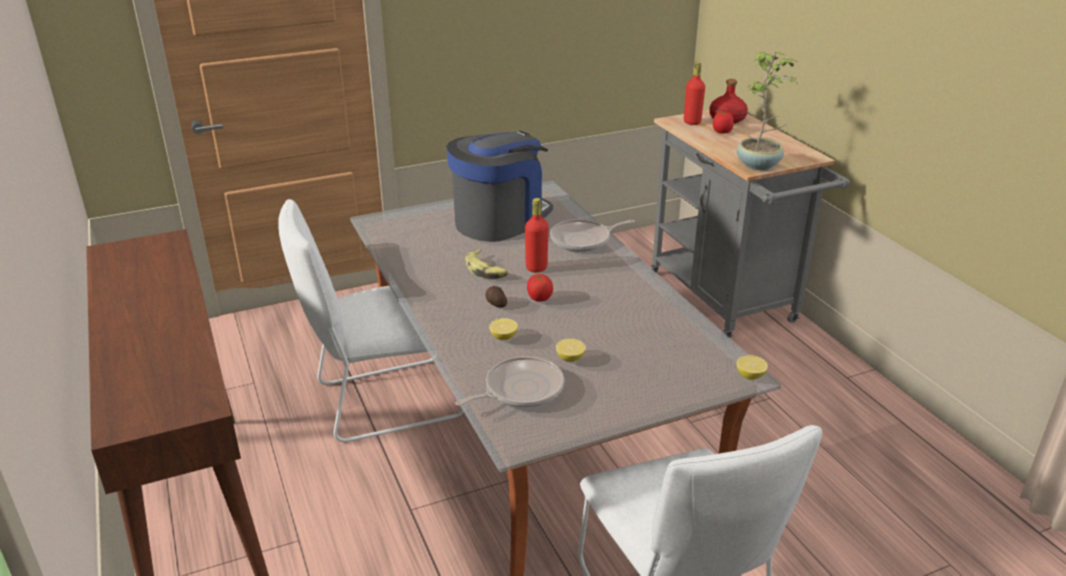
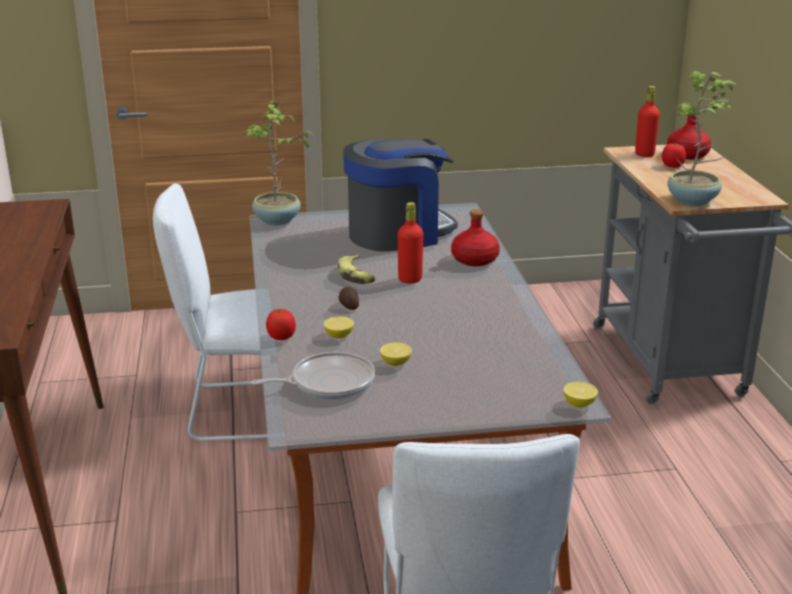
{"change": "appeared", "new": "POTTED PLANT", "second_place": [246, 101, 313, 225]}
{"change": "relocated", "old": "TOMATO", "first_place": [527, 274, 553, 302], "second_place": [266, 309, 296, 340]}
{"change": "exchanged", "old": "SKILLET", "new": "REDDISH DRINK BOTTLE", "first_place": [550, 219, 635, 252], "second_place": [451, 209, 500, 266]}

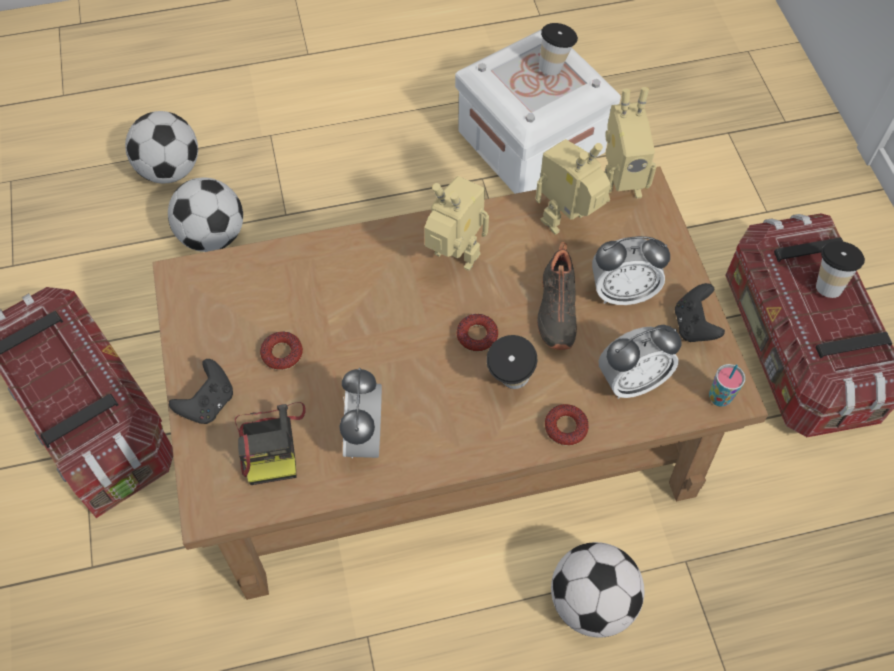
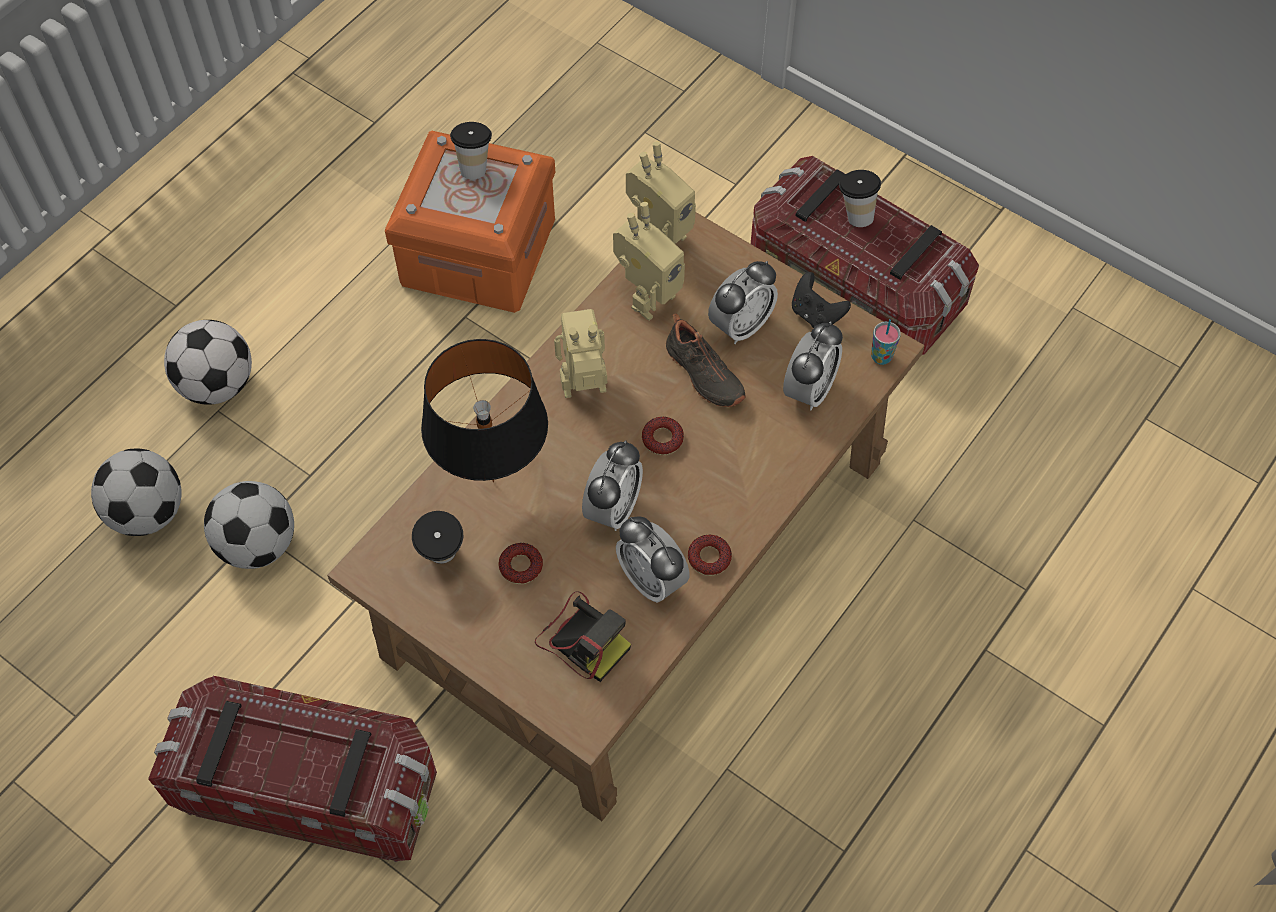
{"change": "relocated", "old": "BALL FOR FOOTBALL", "first_place": [551, 542, 644, 638], "second_place": [164, 320, 252, 405]}
{"change": "colour", "old": "WHITE-COLOURED STORAGE BIN", "new": "ORANGE STORAGE BIN", "first_place": [455, 29, 621, 194], "second_place": [385, 131, 555, 313]}
{"change": "relocated", "old": "DRINKING CUP", "first_place": [486, 335, 537, 389], "second_place": [412, 511, 463, 564]}
{"change": "appeared", "new": "BLACK-COLOURED TABLE LAMP", "second_place": [421, 339, 548, 483]}
{"change": "appeared", "new": "ALARM CLOCK", "second_place": [582, 440, 643, 531]}
{"change": "spun", "old": "TOY ROBOT", "first_place": [535, 139, 611, 235], "second_place": [613, 202, 685, 321], "degrees": -150}
{"change": "relocated", "old": "DONUT", "first_place": [545, 404, 589, 446], "second_place": [688, 534, 732, 576]}
{"change": "missing", "old": "BLACK-COLOURED GAME CONTROLLER", "first_place": [169, 359, 233, 424]}

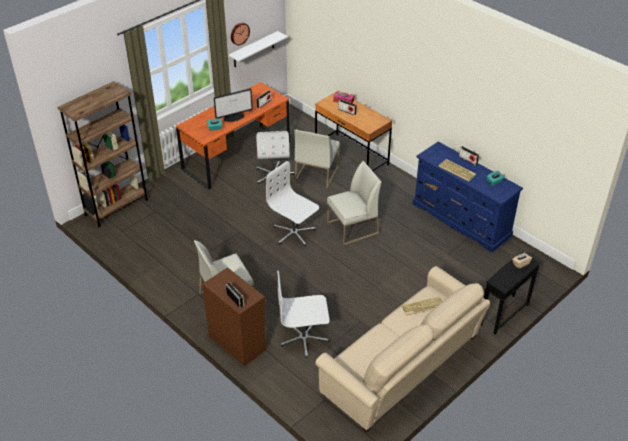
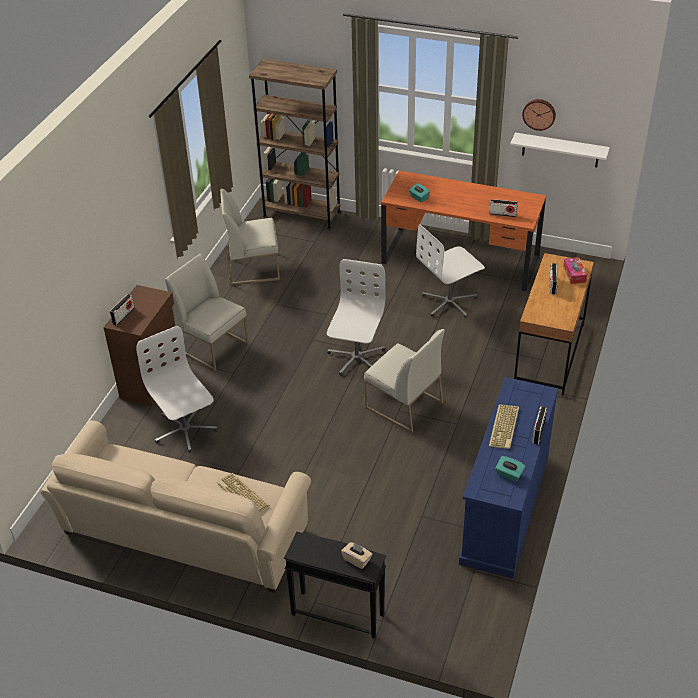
{"change": "relocated", "old": "WHITE-COLOURED CHAIR", "first_place": [295, 129, 340, 189], "second_place": [220, 189, 280, 285]}
{"change": "missing", "old": "MONITOR", "first_place": [214, 88, 253, 122]}

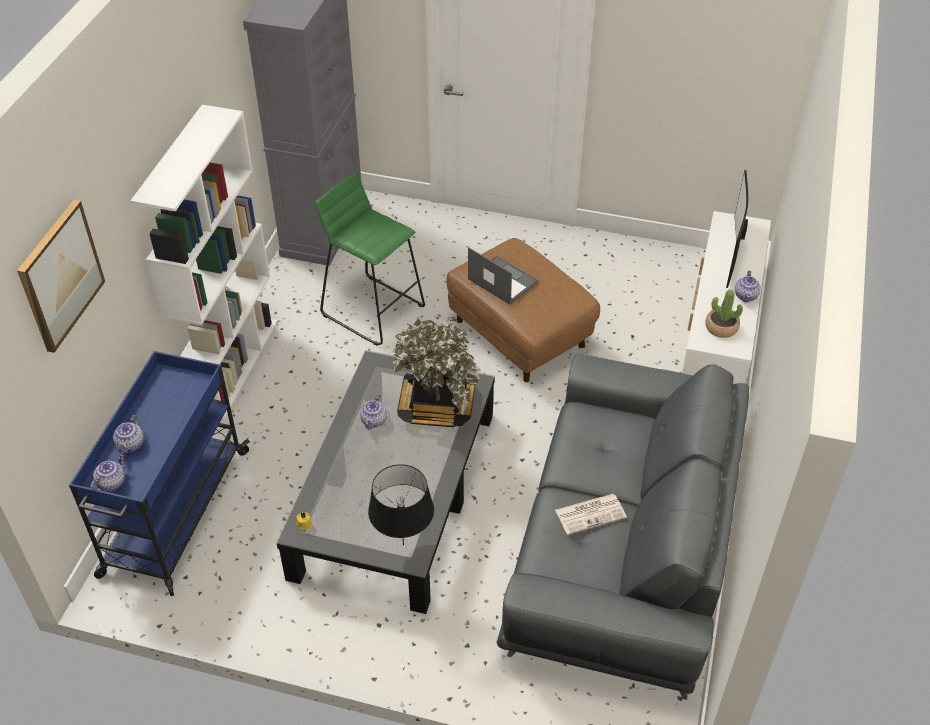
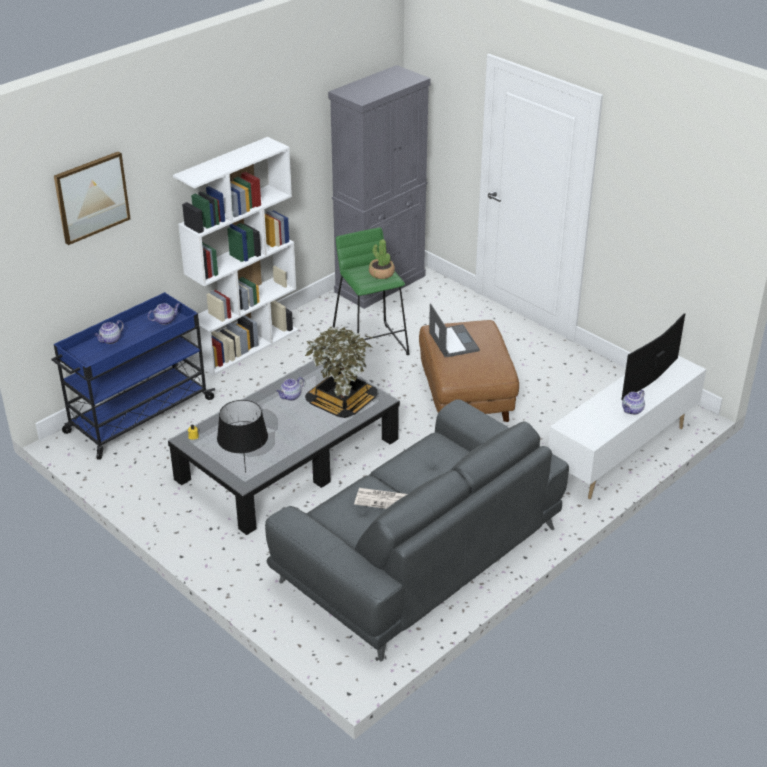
{"change": "relocated", "old": "POT FOR TEA", "first_place": [90, 453, 125, 491], "second_place": [148, 303, 180, 325]}
{"change": "relocated", "old": "POTTED PLANT", "first_place": [705, 289, 743, 338], "second_place": [369, 239, 395, 279]}

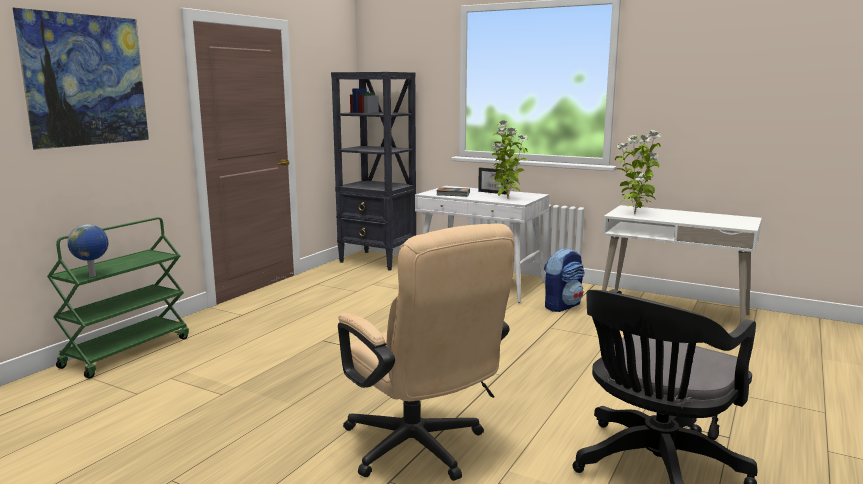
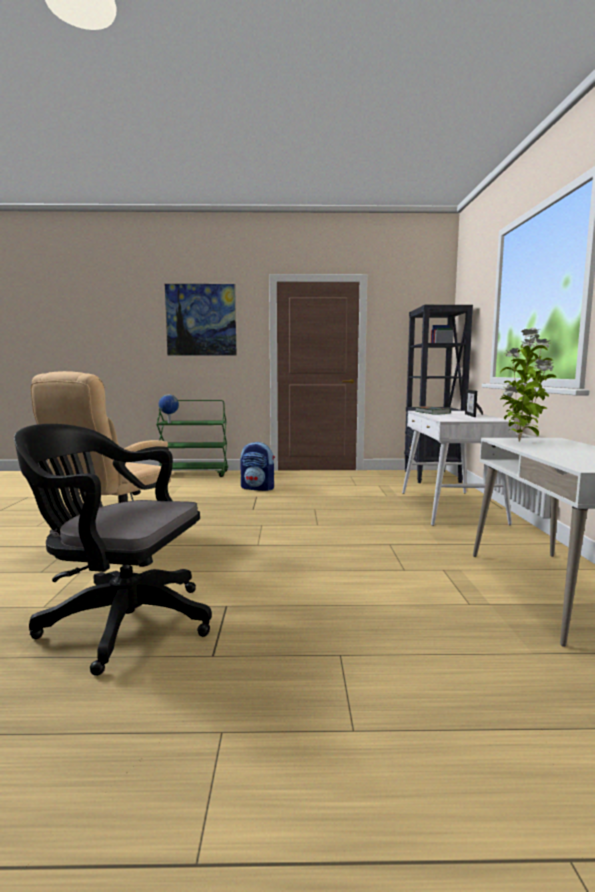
{"change": "relocated", "old": "KNAPSACK", "first_place": [544, 248, 585, 312], "second_place": [240, 442, 275, 491]}
{"change": "missing", "old": "POTTED PLANT", "first_place": [492, 120, 529, 199]}

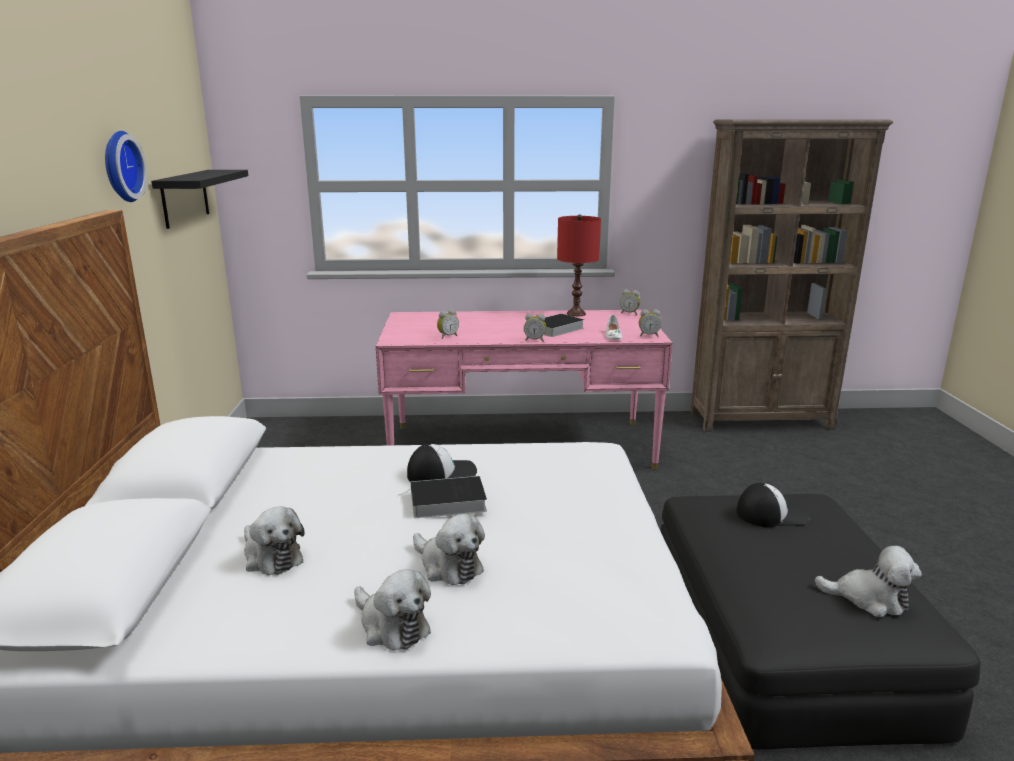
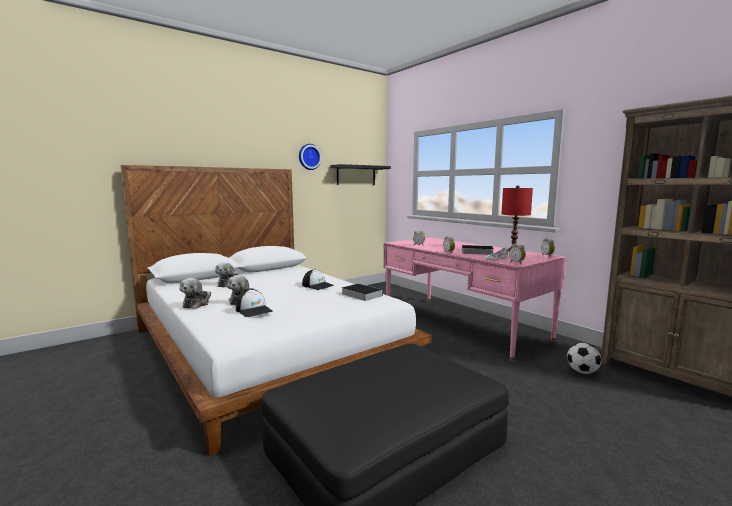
{"change": "relocated", "old": "PEAKED CAP", "first_place": [736, 483, 810, 527], "second_place": [236, 289, 273, 317]}
{"change": "relocated", "old": "VOLUME", "first_place": [399, 476, 487, 518], "second_place": [342, 283, 383, 301]}
{"change": "appeared", "new": "BALL FOR FOOTBALL", "second_place": [567, 343, 602, 374]}
{"change": "missing", "old": "CUDDLY TOY", "first_place": [815, 545, 922, 617]}

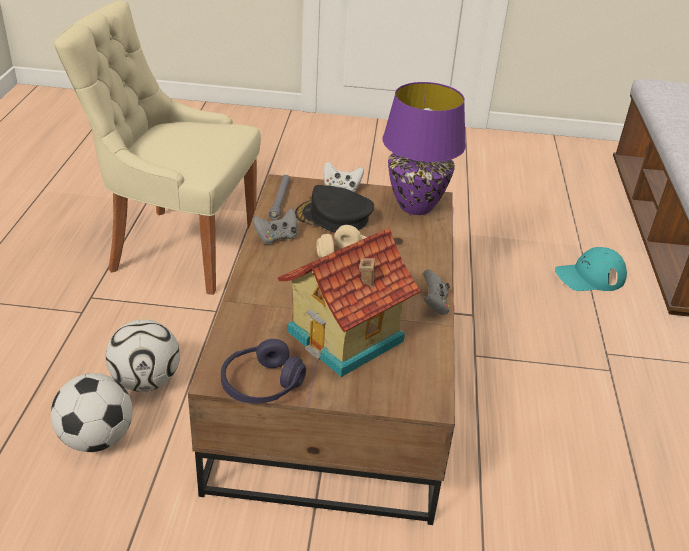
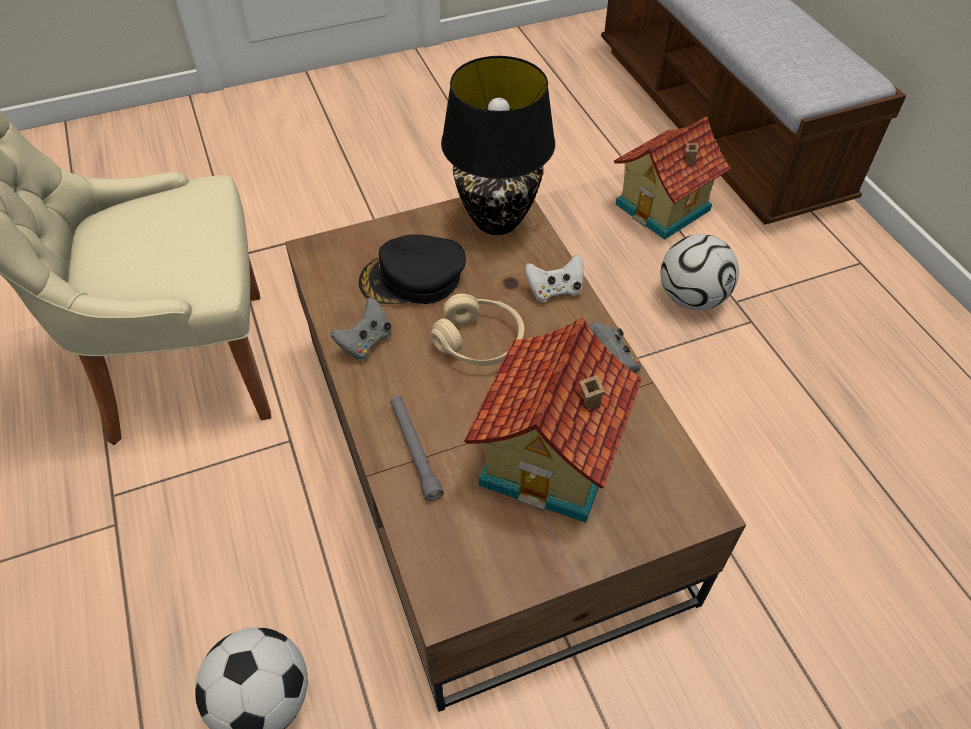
{"change": "relocated", "old": "GREY HAND TORCH", "first_place": [268, 175, 290, 220], "second_place": [390, 396, 444, 501]}
{"change": "colour", "old": "PURPLE-COLOURED TABLE LAMP", "new": "BLACK-COLOURED TABLE LAMP", "first_place": [382, 82, 466, 215], "second_place": [441, 56, 555, 235]}
{"change": "relocated", "old": "WHITE-COLOURED GAME CONTROLLER", "first_place": [324, 161, 364, 192], "second_place": [525, 254, 584, 302]}
{"change": "exchanged", "old": "TURQUOISE PEAKED CAP", "new": "TOY HOUSE", "first_place": [555, 247, 627, 291], "second_place": [614, 116, 731, 240]}
{"change": "relocated", "old": "BALL FOR FOOTBALL", "first_place": [106, 319, 180, 392], "second_place": [661, 234, 739, 310]}
{"change": "missing", "old": "PURPLE-COLOURED HEADSET", "first_place": [221, 339, 306, 404]}

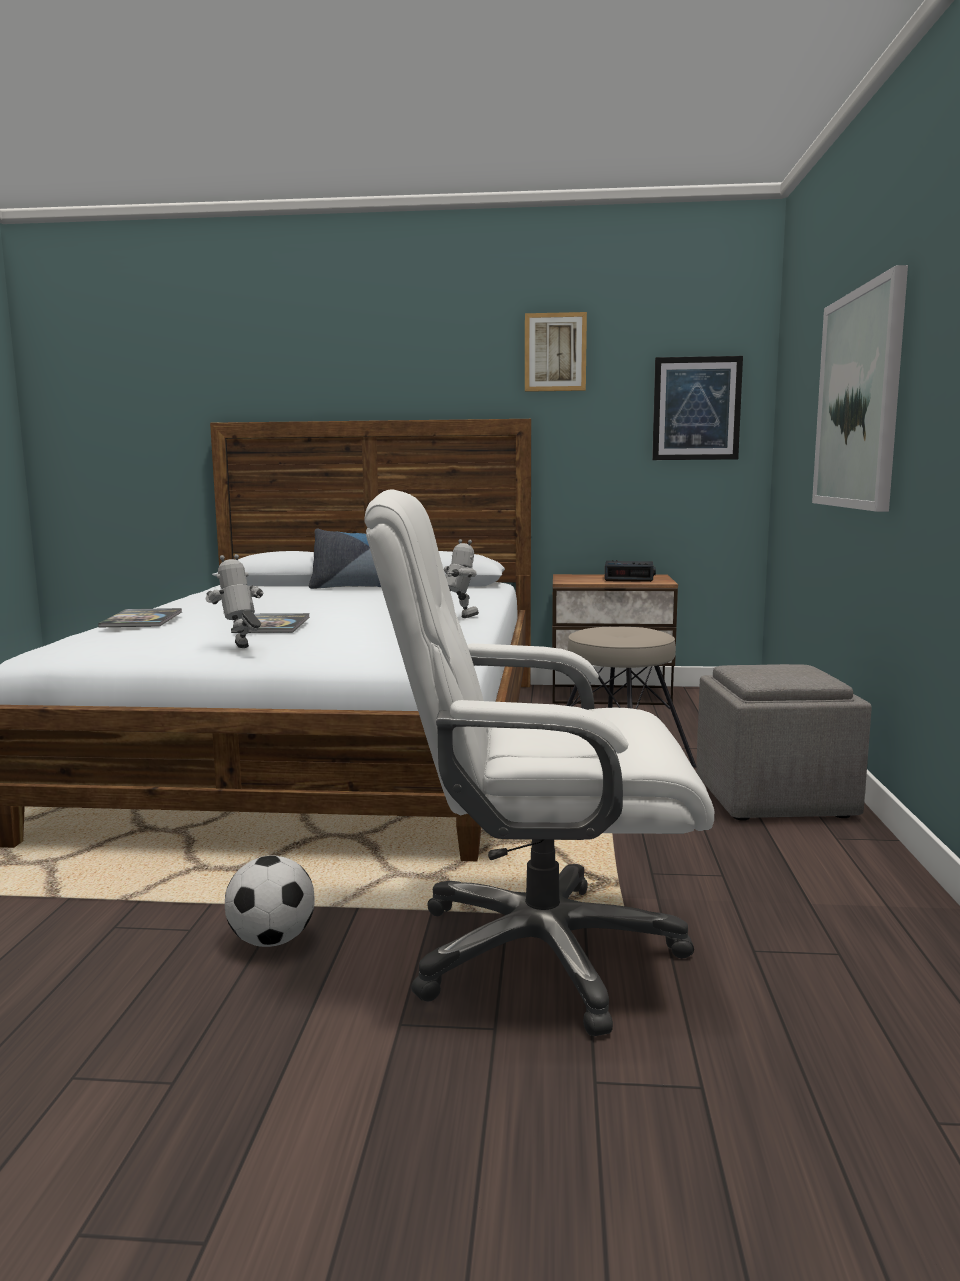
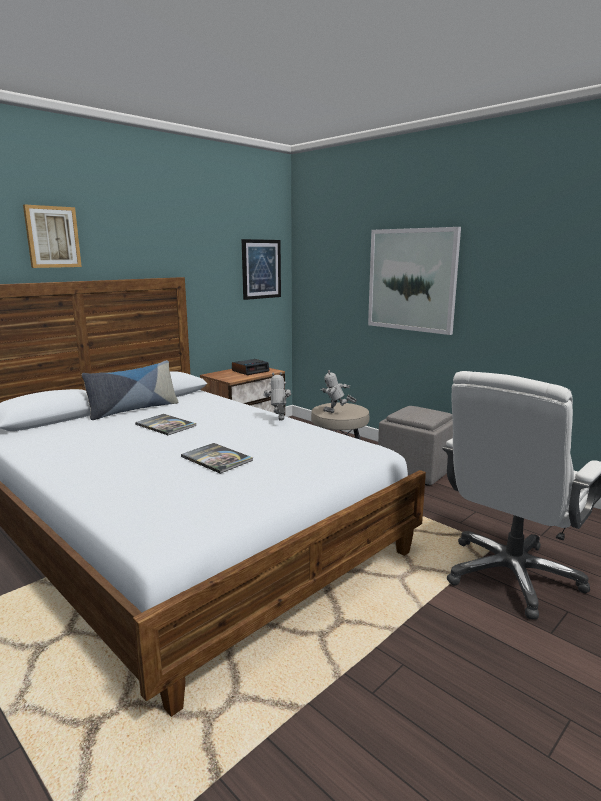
{"change": "relocated", "old": "WALL ART", "first_place": [525, 312, 587, 392], "second_place": [23, 205, 82, 268]}
{"change": "relocated", "old": "VOLUME", "first_place": [98, 608, 182, 627], "second_place": [135, 414, 196, 435]}
{"change": "relocated", "old": "TOY ROBOT", "first_place": [206, 554, 263, 648], "second_place": [321, 370, 357, 413]}
{"change": "missing", "old": "BALL FOR FOOTBALL", "first_place": [225, 856, 314, 947]}

